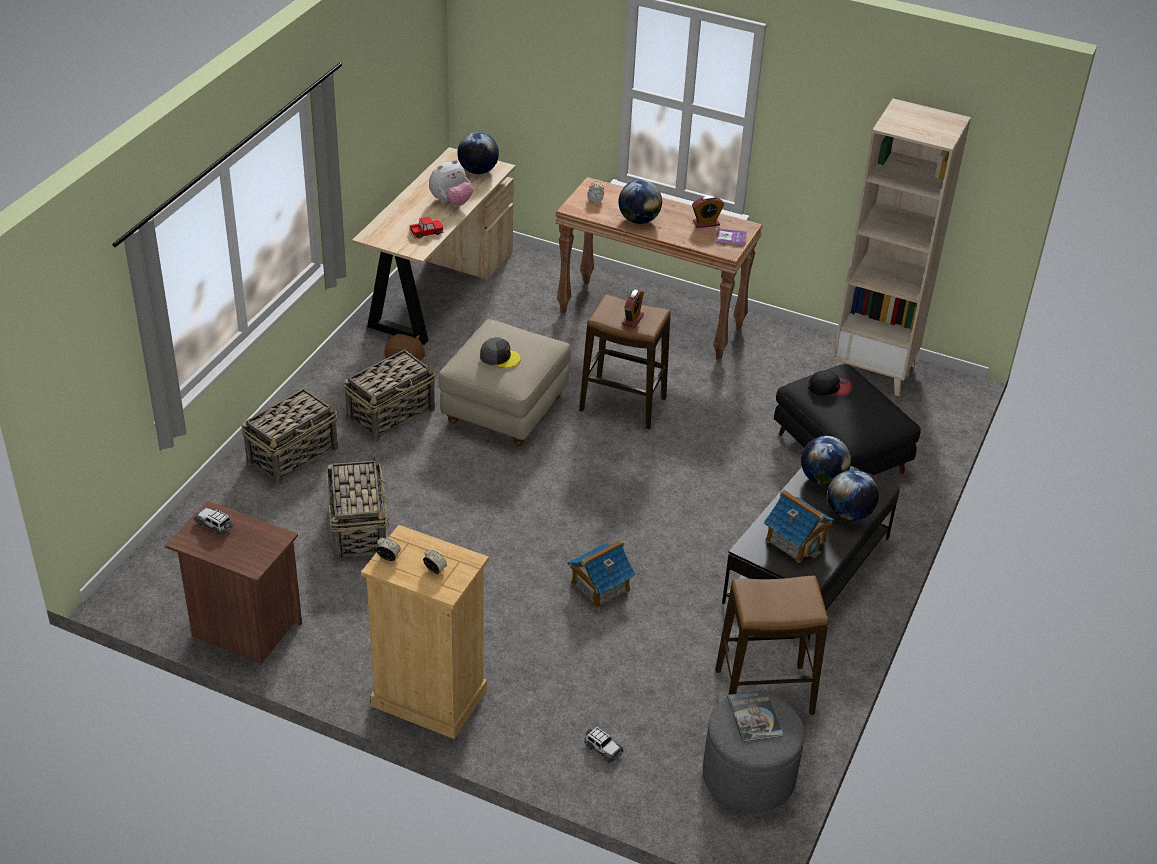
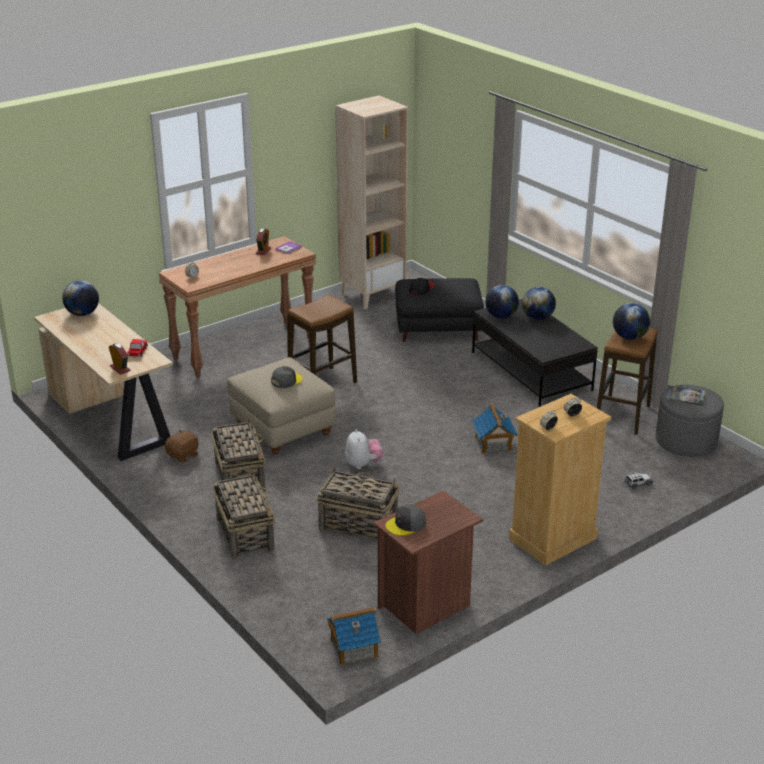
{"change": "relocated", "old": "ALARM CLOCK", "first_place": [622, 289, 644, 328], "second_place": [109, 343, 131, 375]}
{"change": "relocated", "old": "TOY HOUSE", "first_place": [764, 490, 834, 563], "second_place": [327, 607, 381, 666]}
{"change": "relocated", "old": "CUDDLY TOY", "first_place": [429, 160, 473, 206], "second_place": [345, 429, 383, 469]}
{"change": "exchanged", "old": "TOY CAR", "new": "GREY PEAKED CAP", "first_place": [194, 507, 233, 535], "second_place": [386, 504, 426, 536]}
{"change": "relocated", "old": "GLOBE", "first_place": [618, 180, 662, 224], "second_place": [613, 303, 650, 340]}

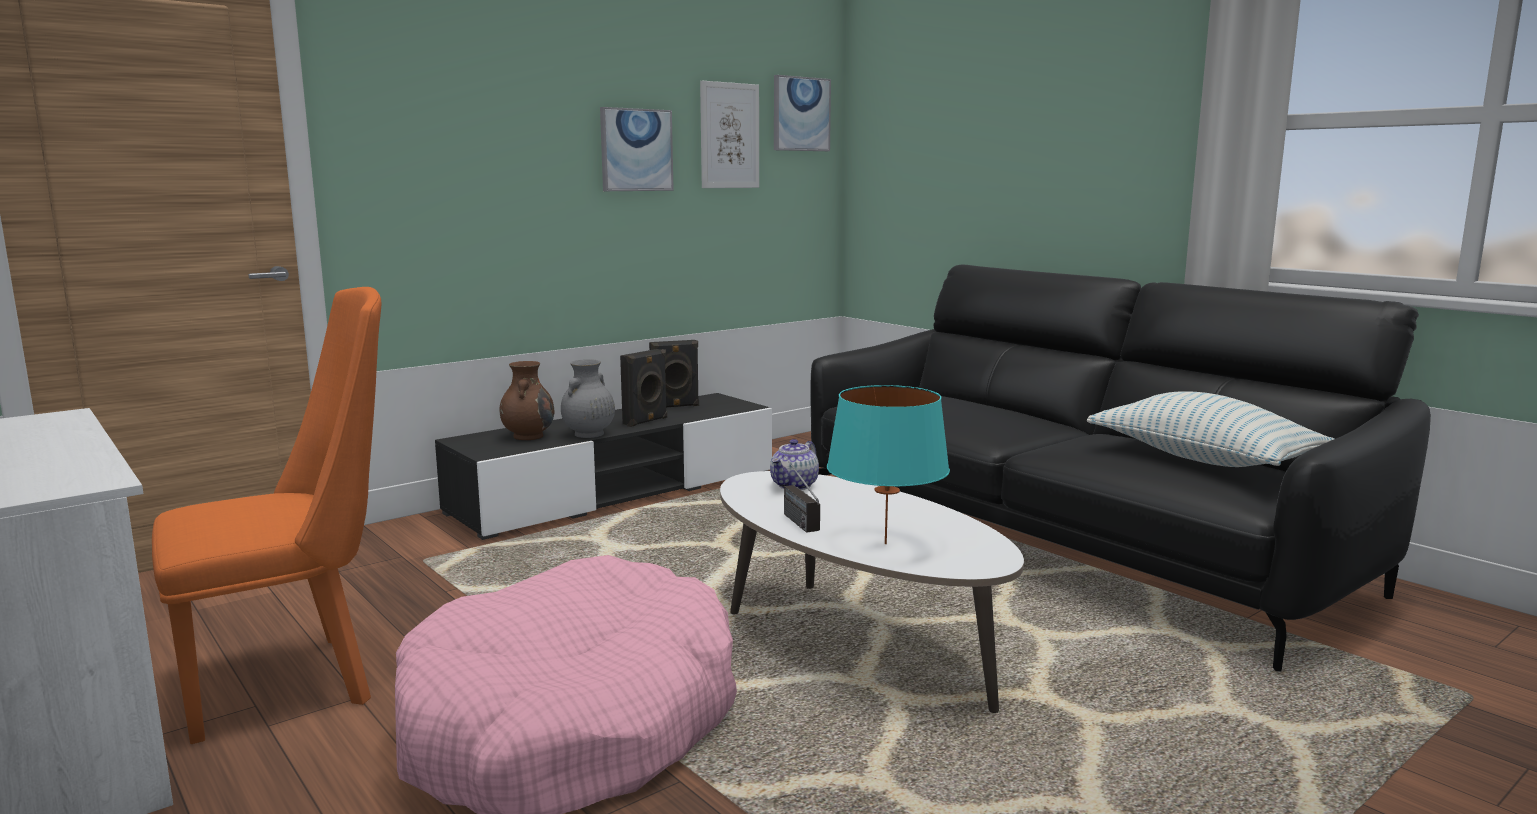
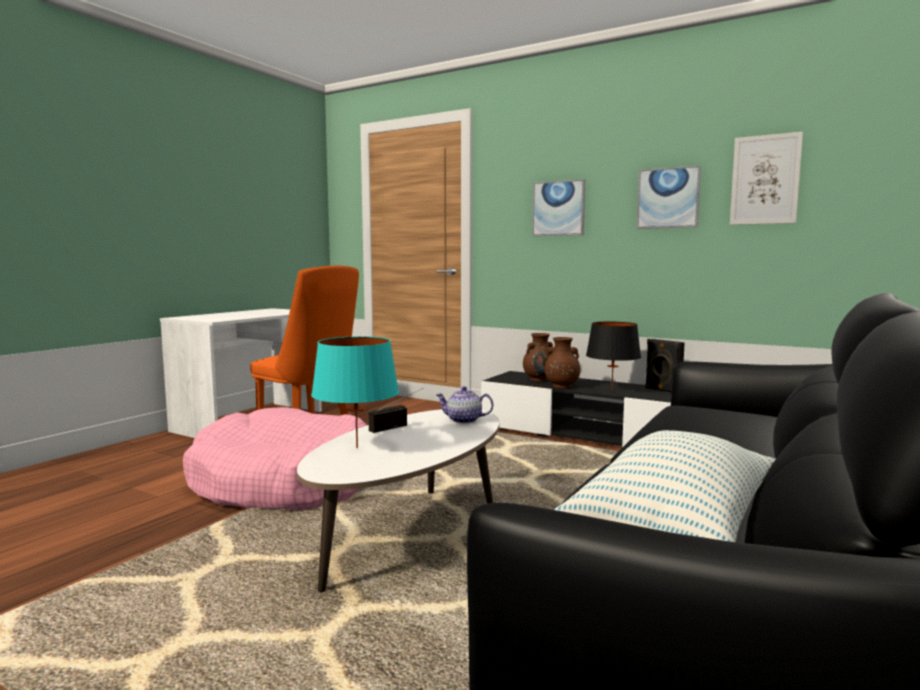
{"change": "relocated", "old": "WALL ART", "first_place": [774, 75, 831, 151], "second_place": [532, 179, 585, 236]}
{"change": "colour", "old": "GREY FLOWER VASE", "new": "BROWNISH FLOWER VASE", "first_place": [561, 359, 615, 438], "second_place": [545, 337, 580, 389]}
{"change": "exchanged", "old": "BLACK-COLOURED AUDIO SPEAKER", "new": "BLACK-COLOURED TABLE LAMP", "first_place": [620, 349, 667, 427], "second_place": [586, 322, 641, 391]}

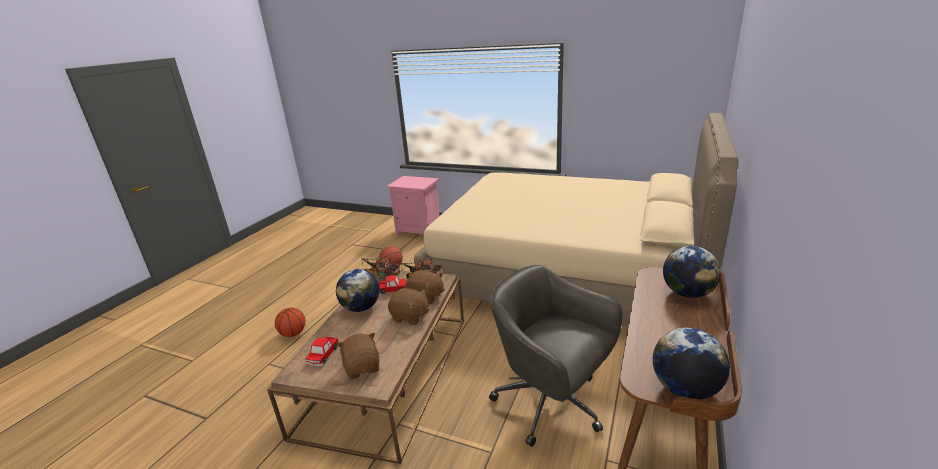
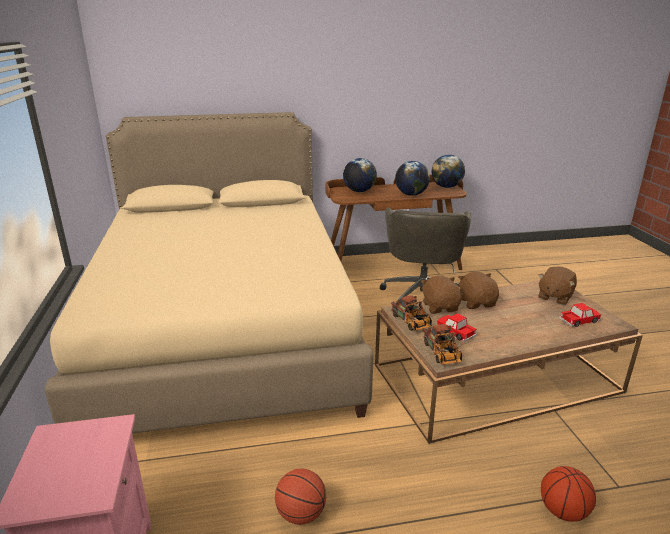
{"change": "relocated", "old": "GLOBE", "first_place": [336, 269, 380, 312], "second_place": [395, 161, 430, 196]}

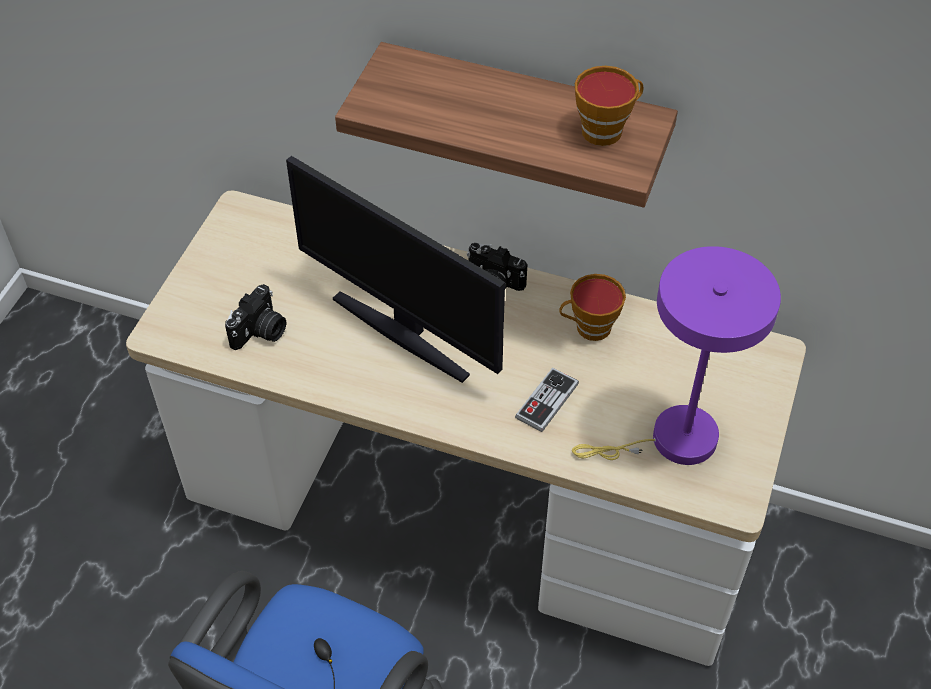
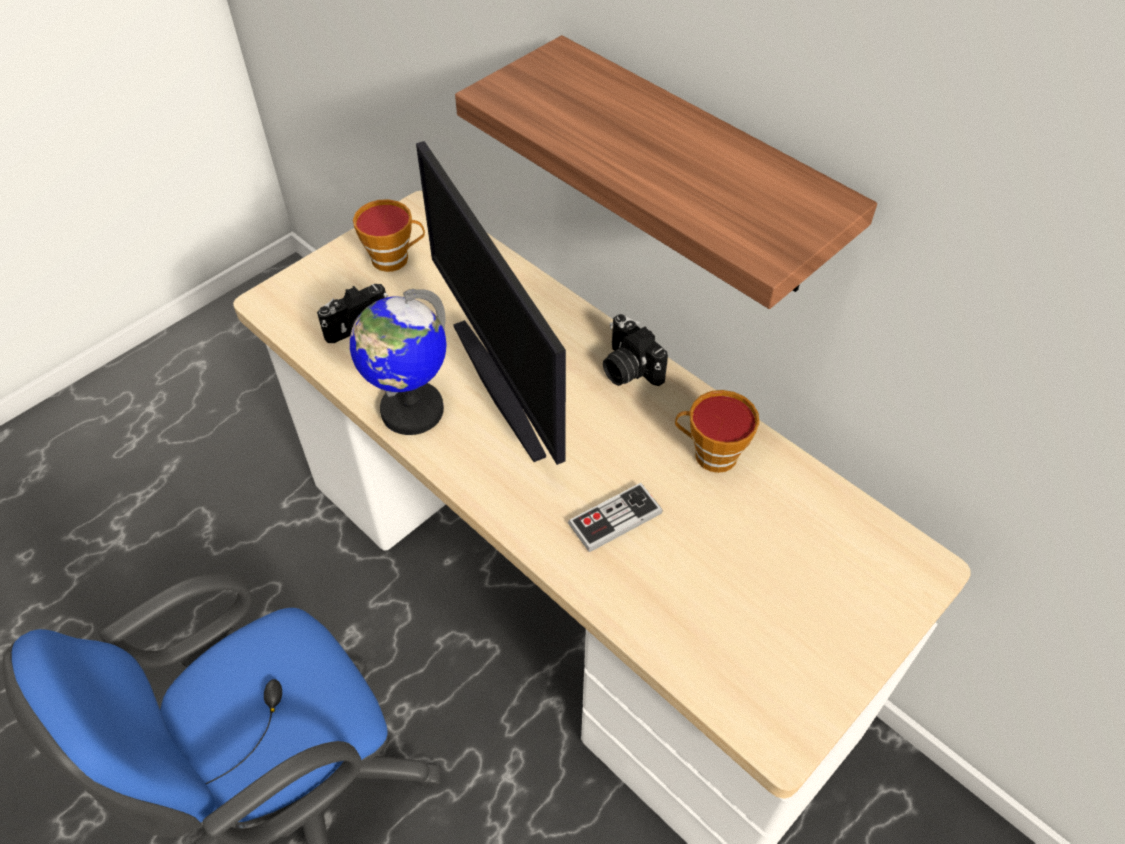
{"change": "appeared", "new": "GLOBE", "second_place": [350, 289, 447, 435]}
{"change": "relocated", "old": "DRINKING CUP", "first_place": [575, 66, 644, 146], "second_place": [353, 199, 425, 272]}
{"change": "missing", "old": "PURPLE-COLOURED TABLE LAMP", "first_place": [572, 246, 781, 465]}

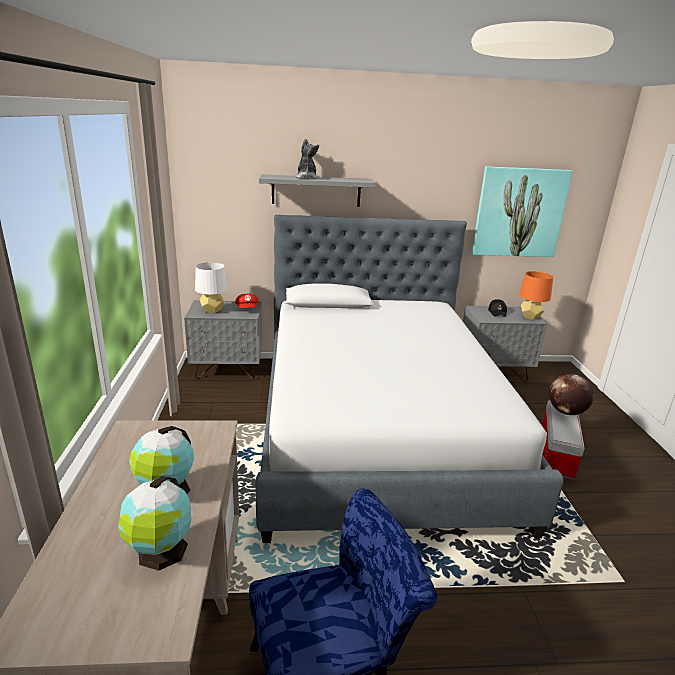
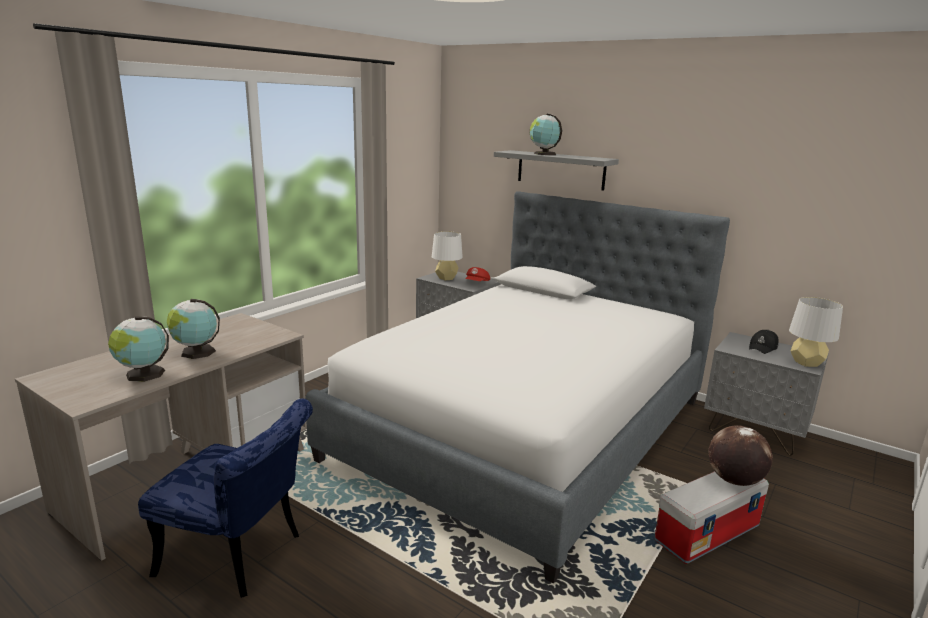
{"change": "exchanged", "old": "CUDDLY TOY", "new": "GLOBE", "first_place": [295, 139, 319, 179], "second_place": [530, 114, 563, 155]}
{"change": "colour", "old": "ORANGE TABLE LAMP", "new": "GREY TABLE LAMP", "first_place": [519, 271, 553, 320], "second_place": [789, 297, 843, 367]}
{"change": "missing", "old": "WALL ART", "first_place": [472, 166, 573, 257]}

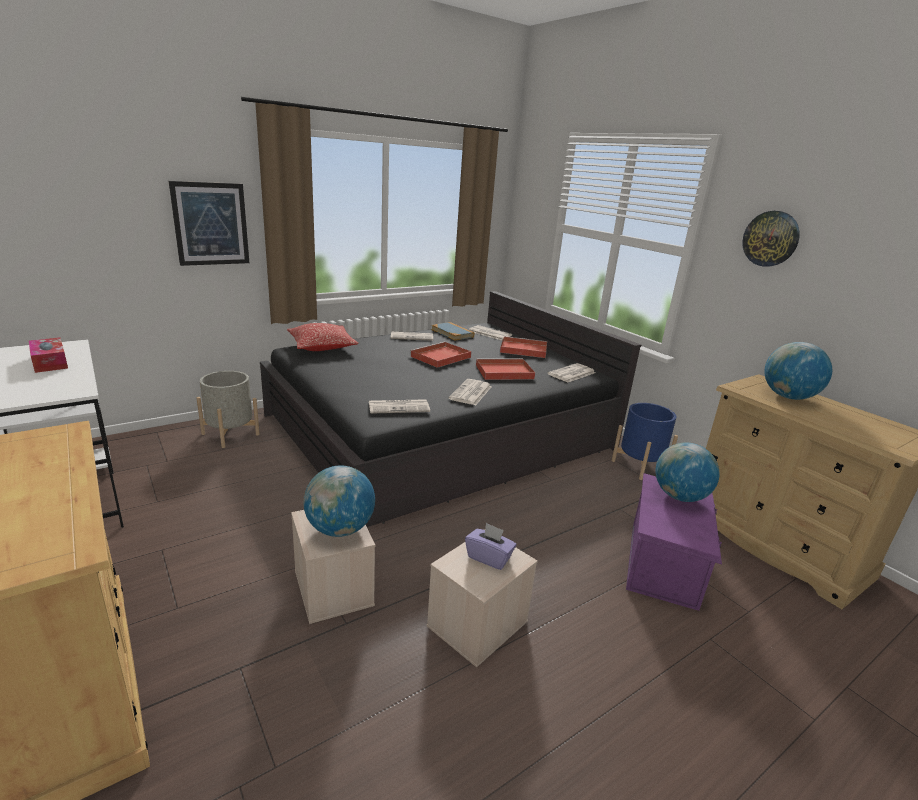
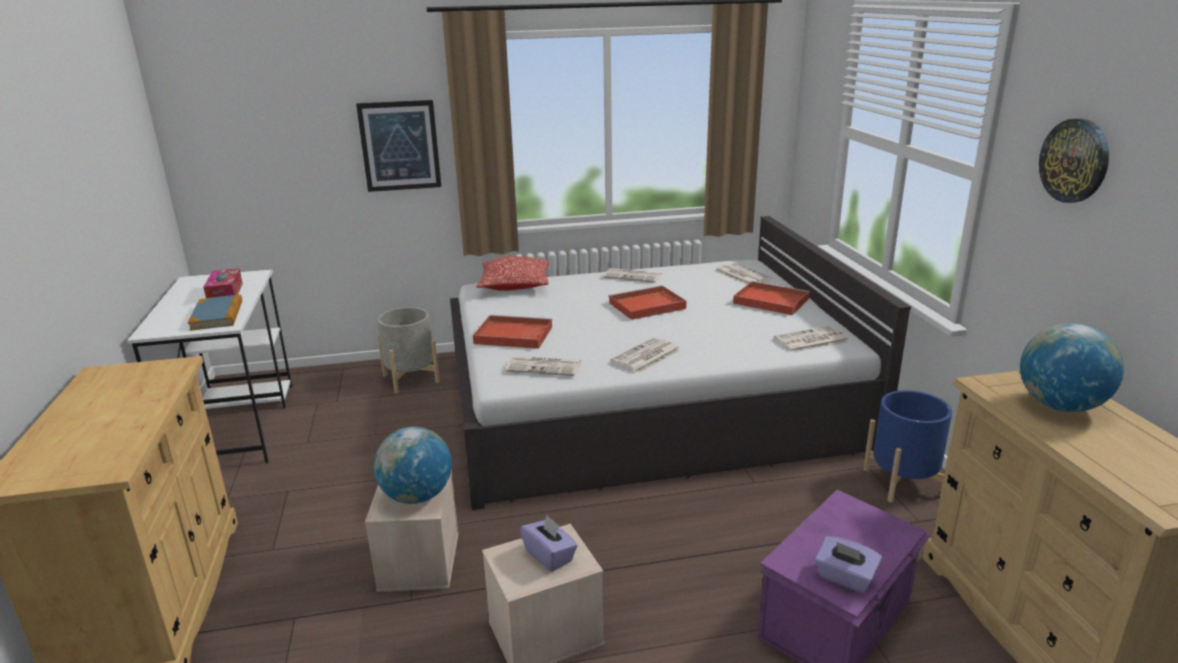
{"change": "relocated", "old": "VOLUME", "first_place": [431, 322, 474, 341], "second_place": [188, 294, 242, 331]}
{"change": "colour", "old": "BLACK-COLOURED BED", "new": "WHITE-COLOURED BED", "first_place": [260, 291, 641, 527], "second_place": [450, 216, 911, 510]}
{"change": "relocated", "old": "REDDISH CARRYING TRAY", "first_place": [476, 358, 535, 380], "second_place": [473, 315, 552, 349]}
{"change": "appeared", "new": "PURPLE-COLOURED TISSUE HOLDER", "second_place": [815, 536, 882, 593]}
{"change": "missing", "old": "GLOBE", "first_place": [656, 442, 720, 502]}

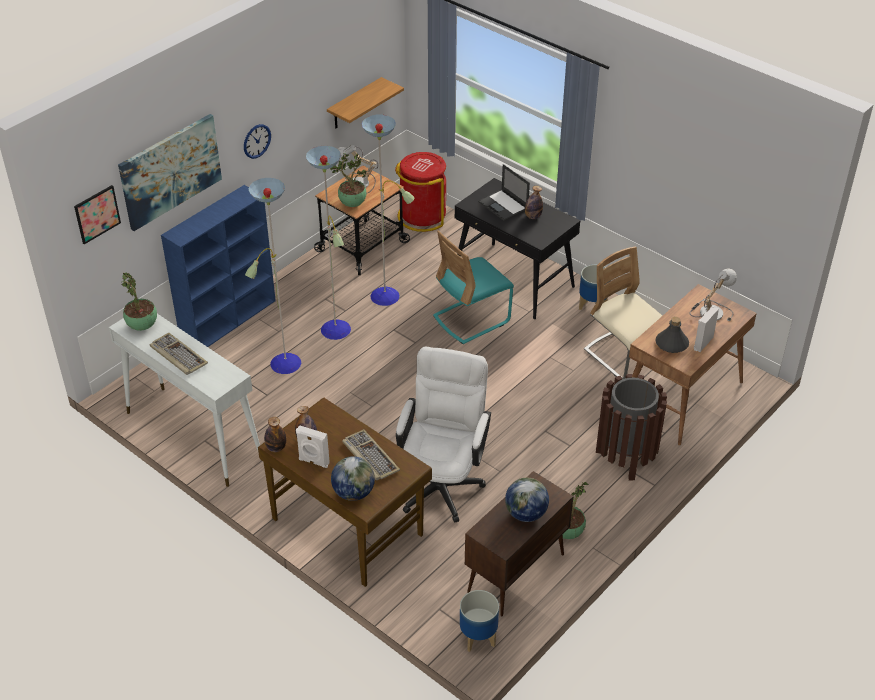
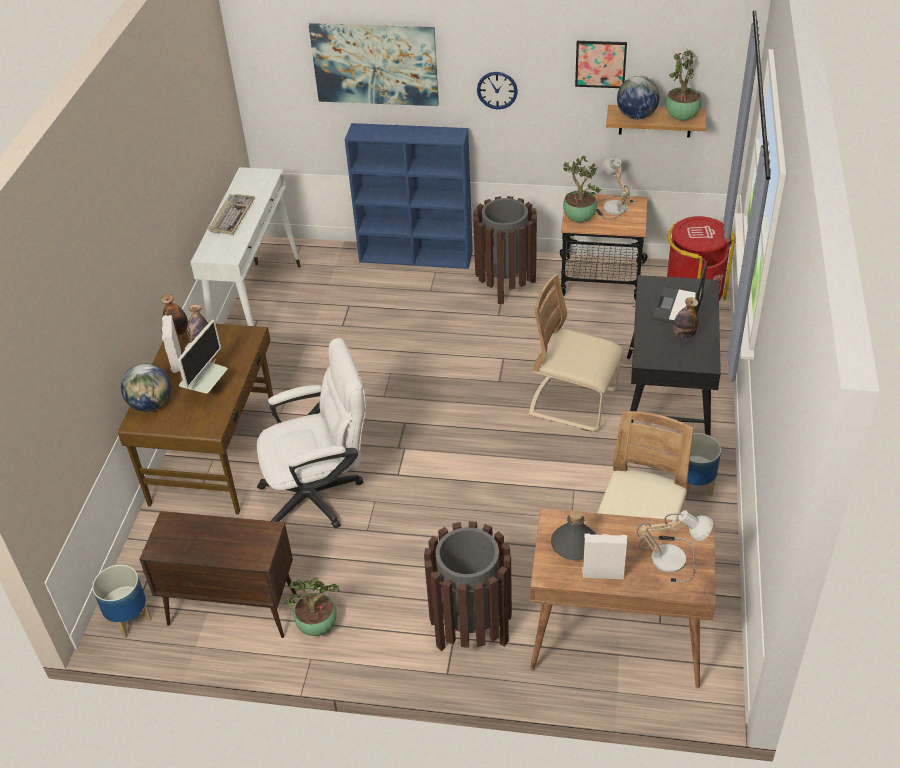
{"change": "exchanged", "old": "PC KEYBOARD", "new": "MONITOR", "first_place": [342, 429, 400, 481], "second_place": [178, 320, 228, 394]}
{"change": "appeared", "new": "BROWNISH WASTE BIN", "second_place": [473, 196, 537, 304]}
{"change": "colour", "old": "TURQUOISE CHAIR", "new": "SAND-COLOURED CHAIR", "first_place": [433, 230, 514, 344], "second_place": [529, 274, 624, 431]}
{"change": "relocated", "old": "WALL ART", "first_place": [74, 185, 121, 244], "second_place": [575, 41, 627, 88]}
{"change": "relocated", "old": "GLOBE", "first_place": [505, 478, 549, 522], "second_place": [617, 76, 659, 120]}
{"change": "relocated", "old": "POTTED PLANT", "first_place": [121, 273, 157, 331], "second_place": [666, 51, 702, 121]}
{"change": "missing", "old": "STANDING LAMP", "first_place": [245, 115, 415, 374]}

